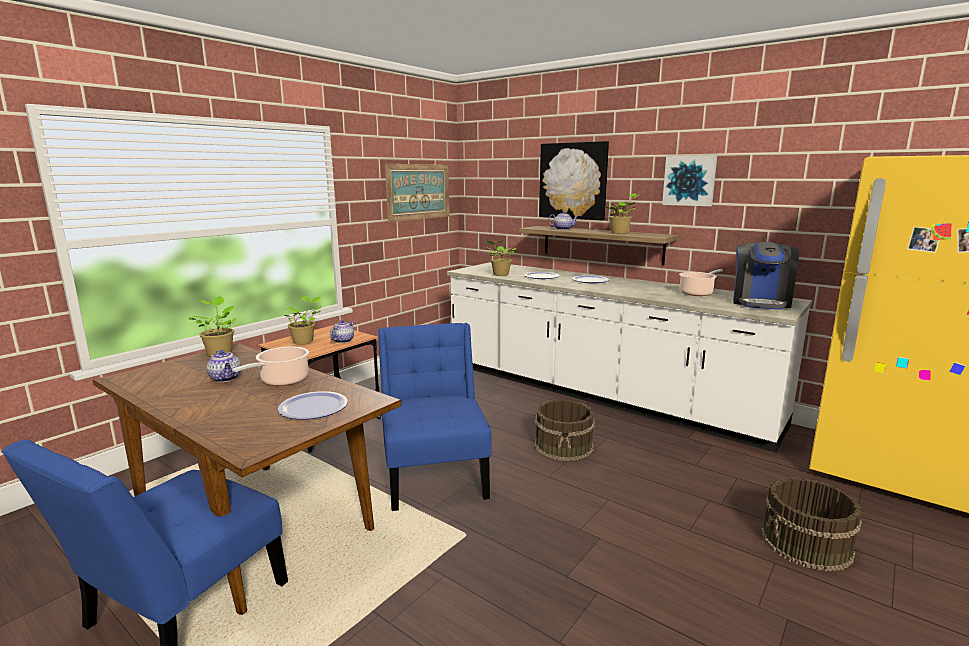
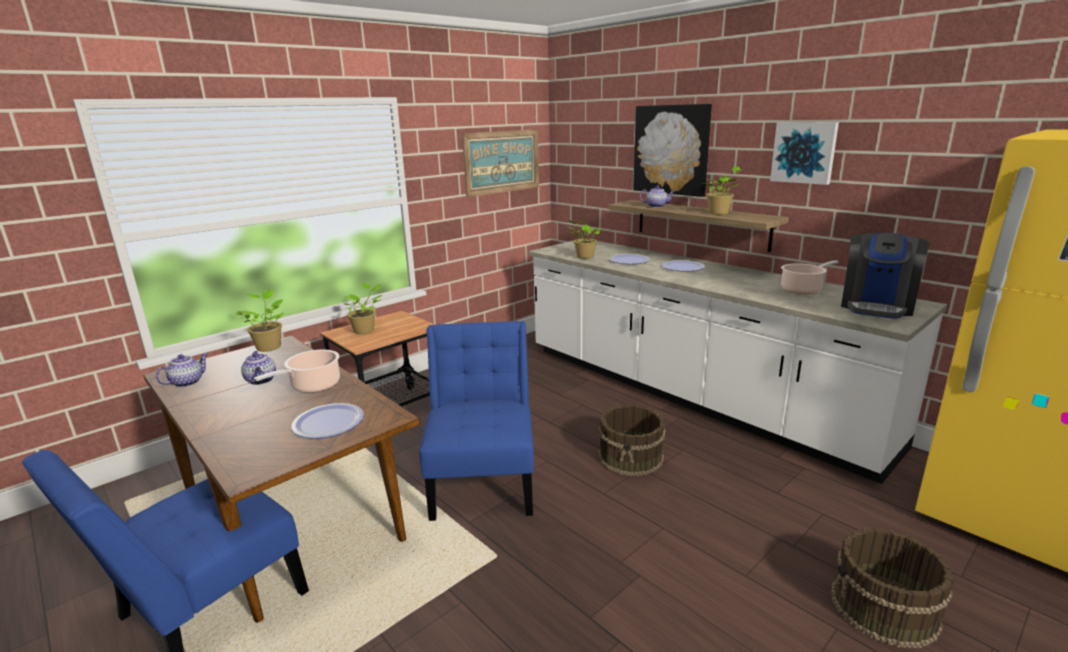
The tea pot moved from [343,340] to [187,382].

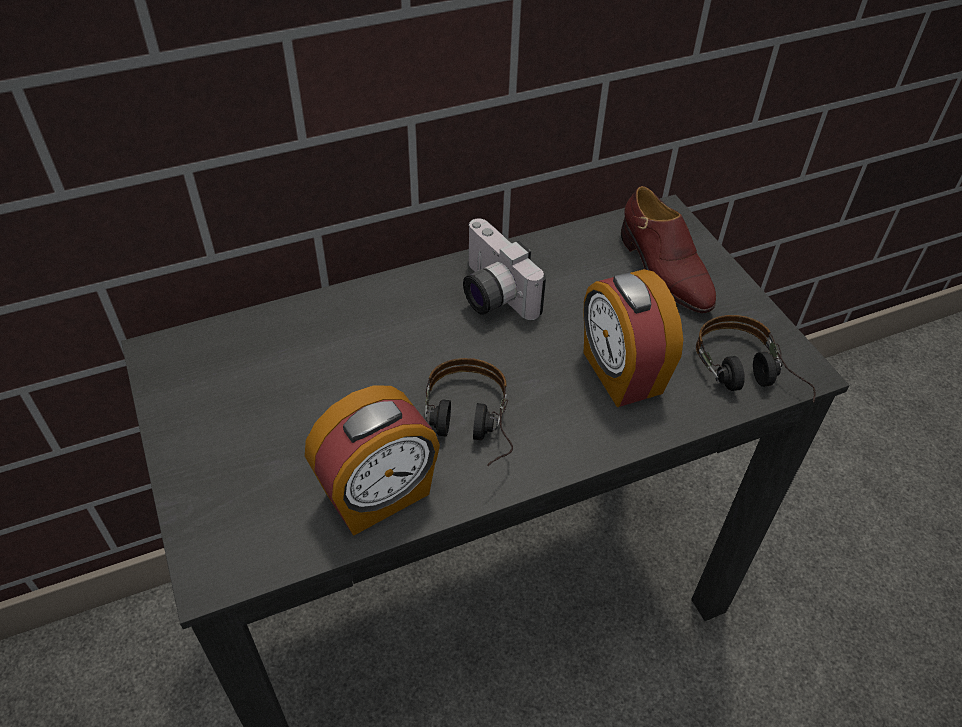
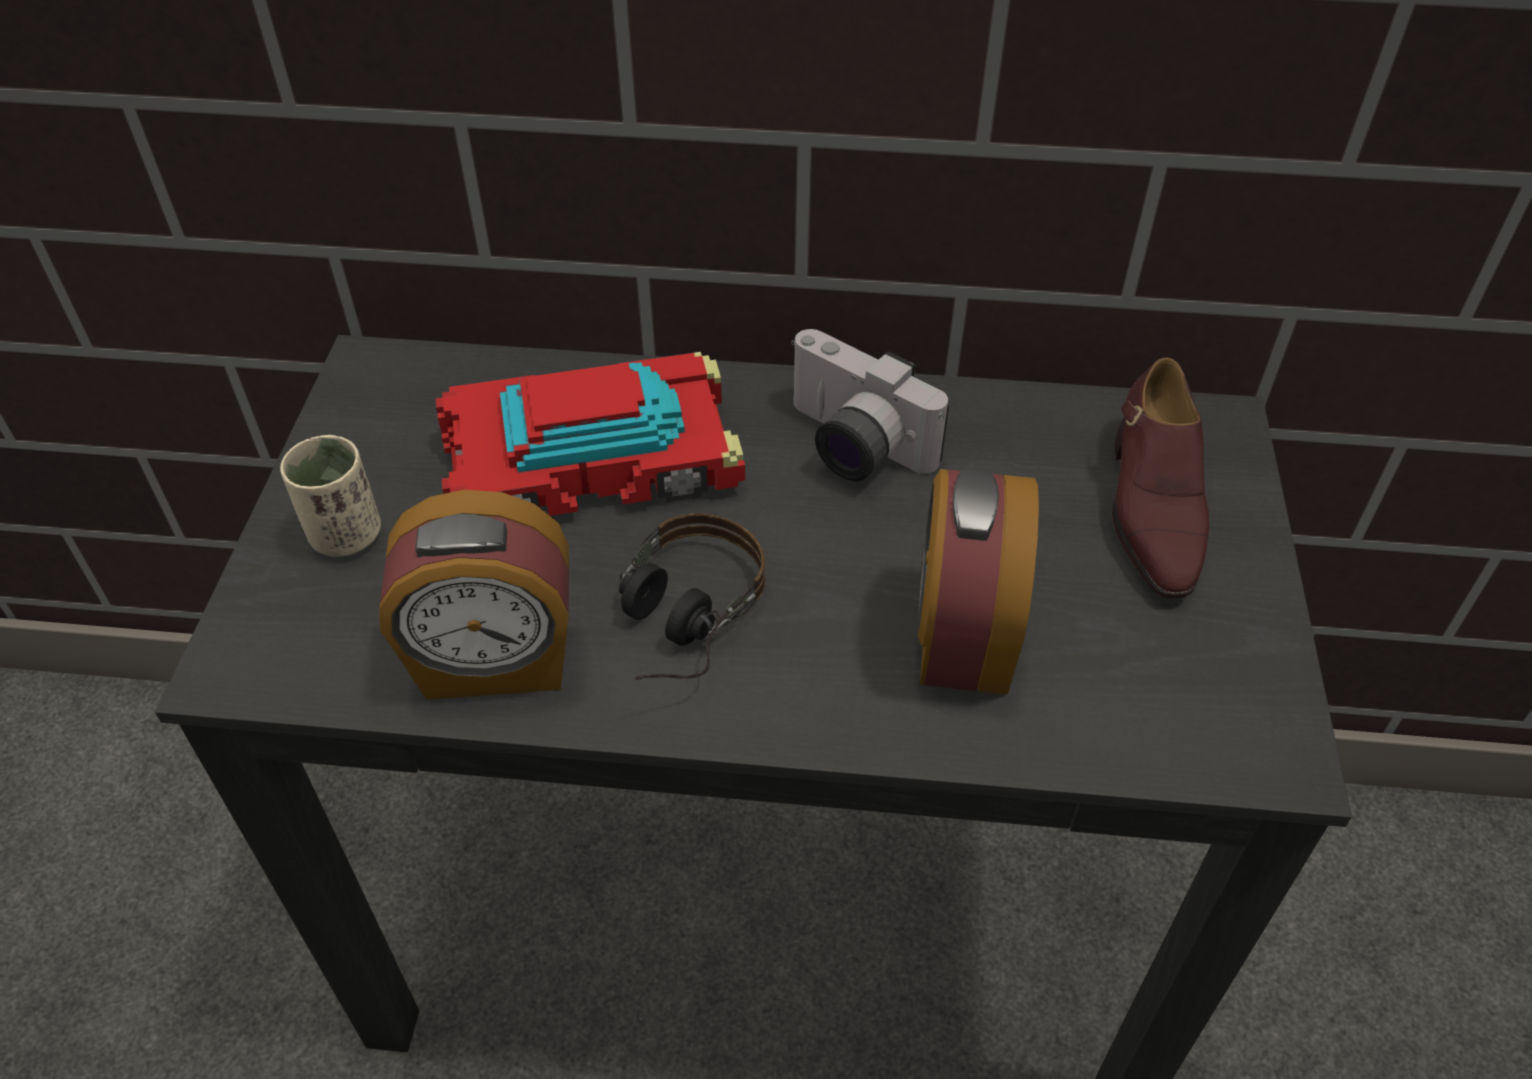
The still camera at [490,294] turned 45 degrees counterclockwise.
The pair of headphones at [749,379] disappeared.
The model car at [591,460] appeared.
The beige small cup at [345,535] appeared.

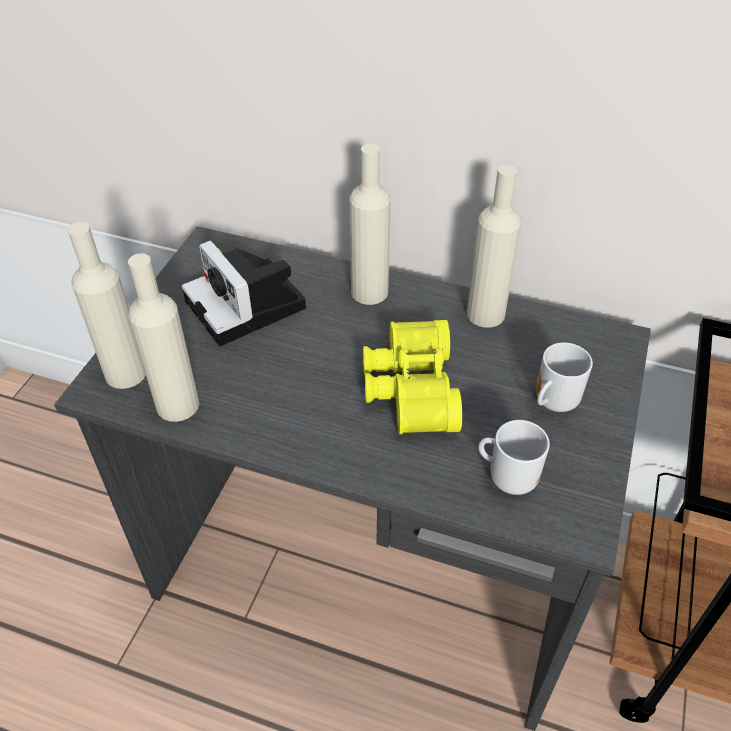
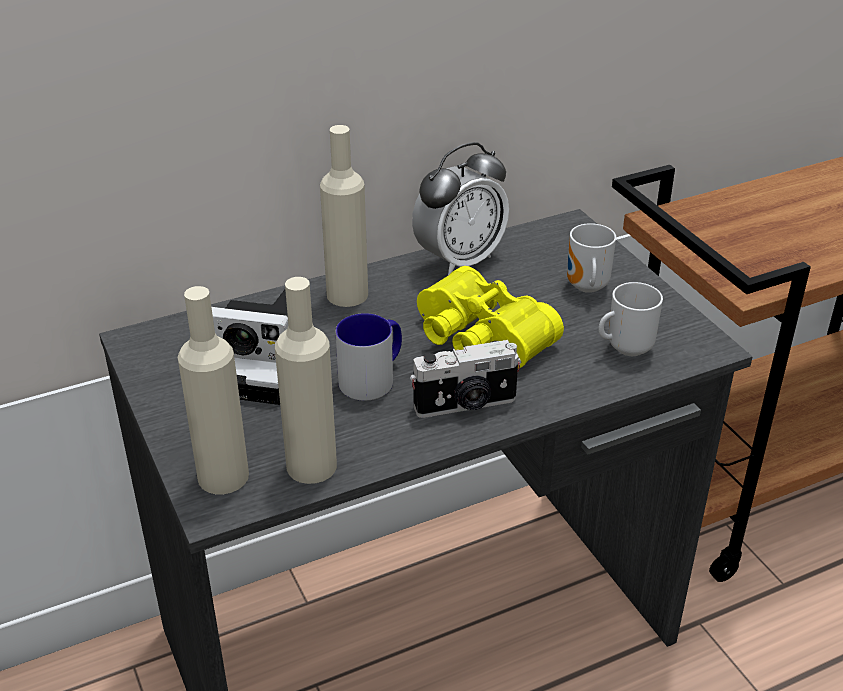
The beige bottle at [485,314] was replaced by the table clock at [459,260].
The mug at [373,378] appeared.
The still camera at [466,405] appeared.

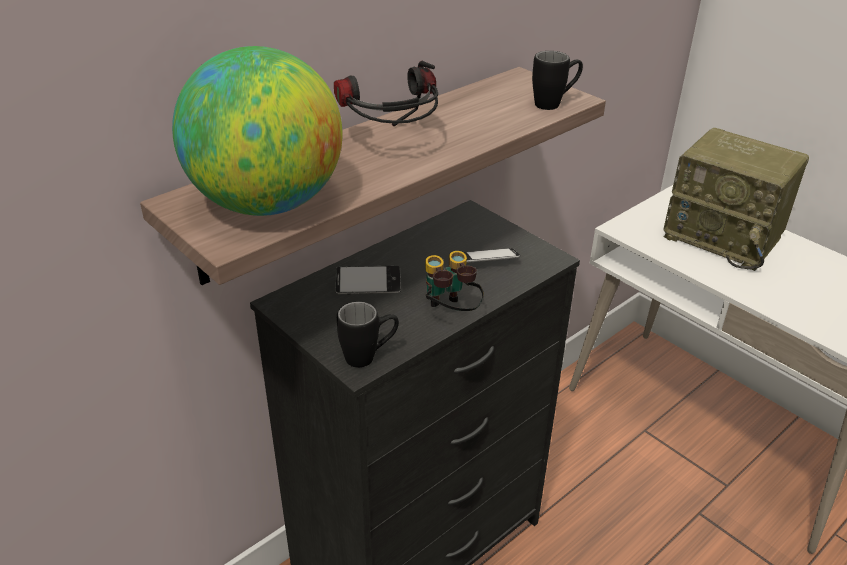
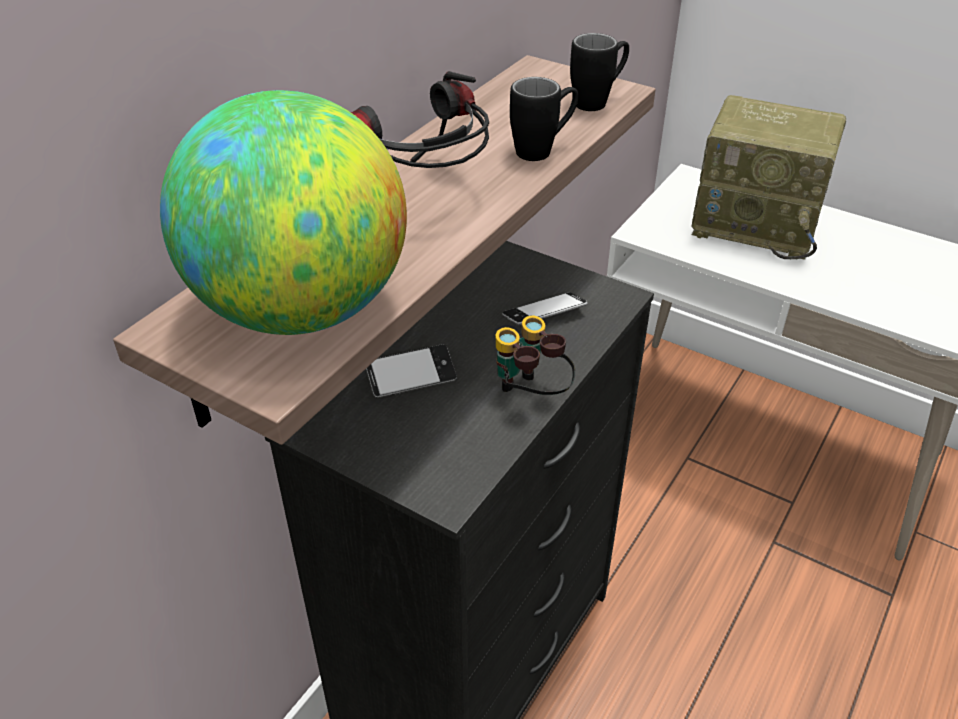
The black mug moved from [369,357] to [543,150].

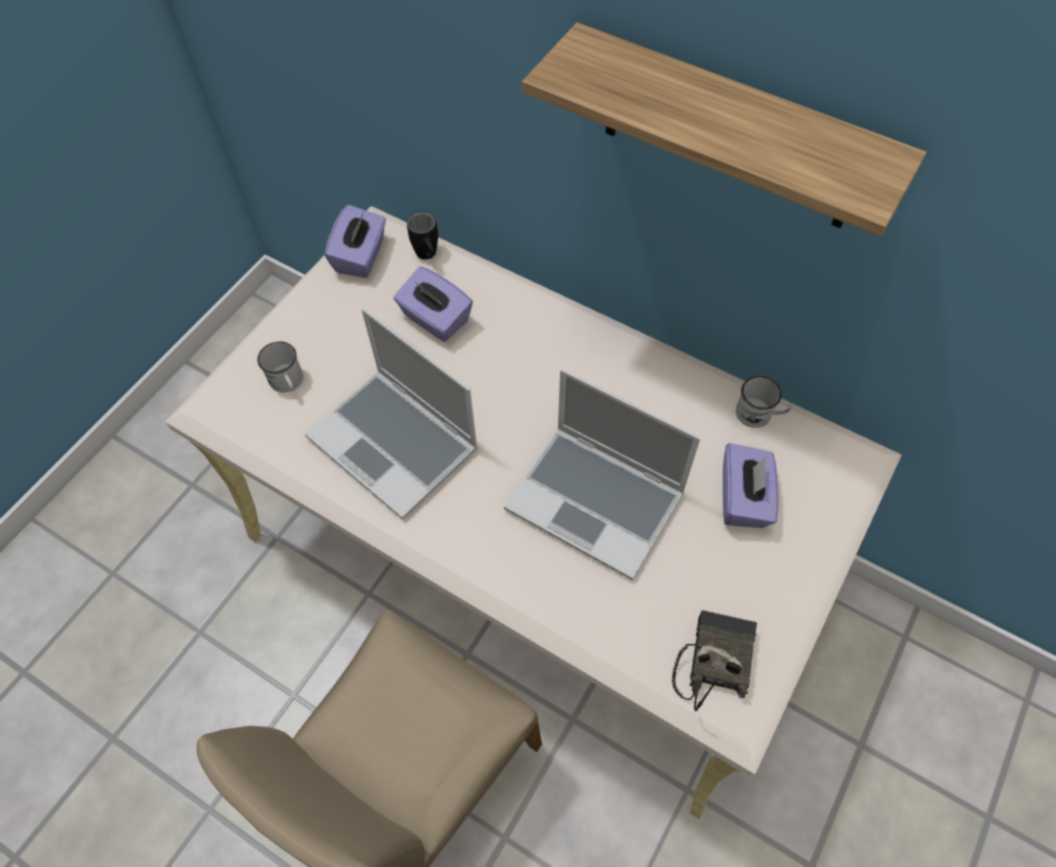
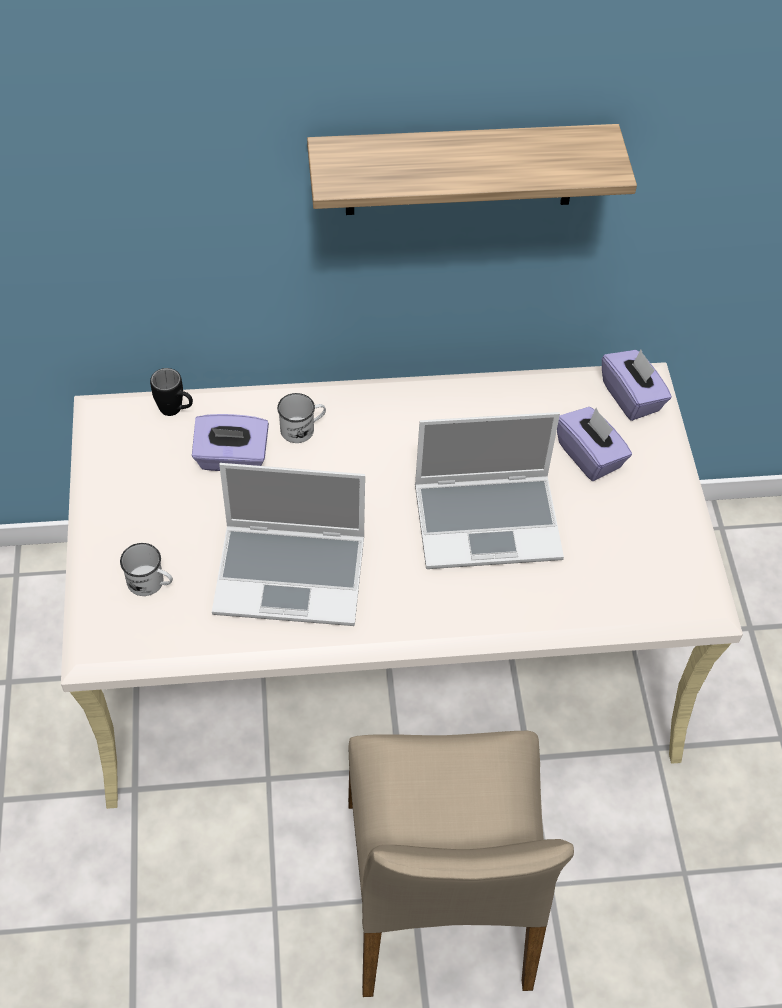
The purple tissue box moved from [361,256] to [631,397].
The white mug moved from [759,414] to [302,429].
The radio set at [712,659] disappeared.

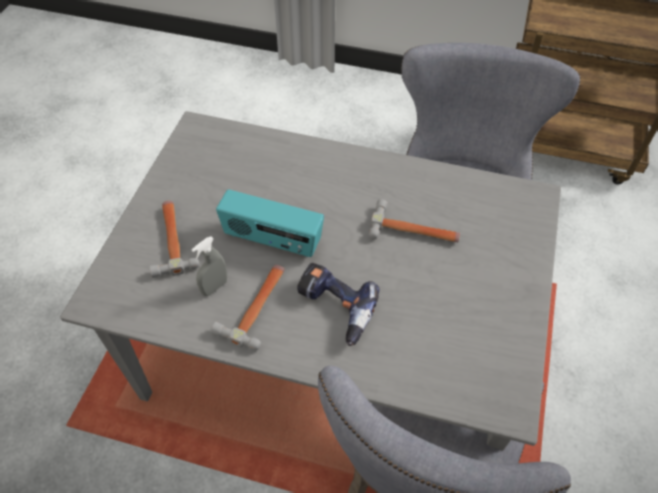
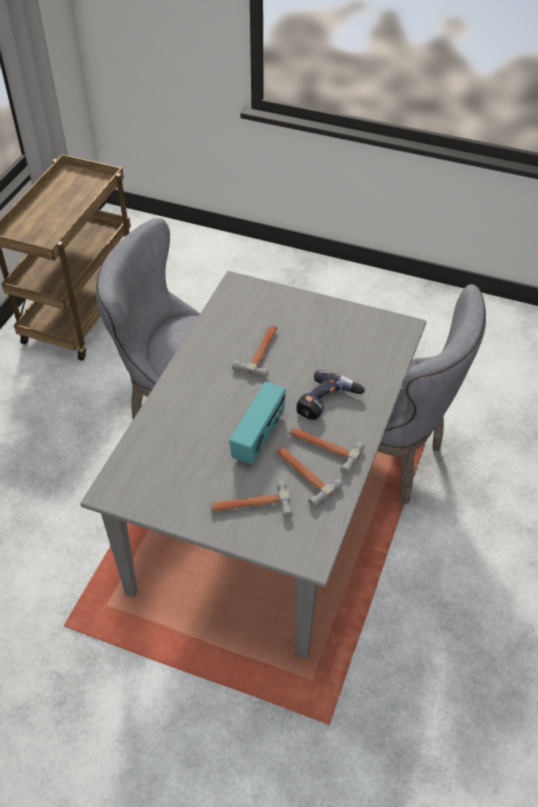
The greyish hand sprayer at [214,287] was replaced by the hand hammer at [303,475].

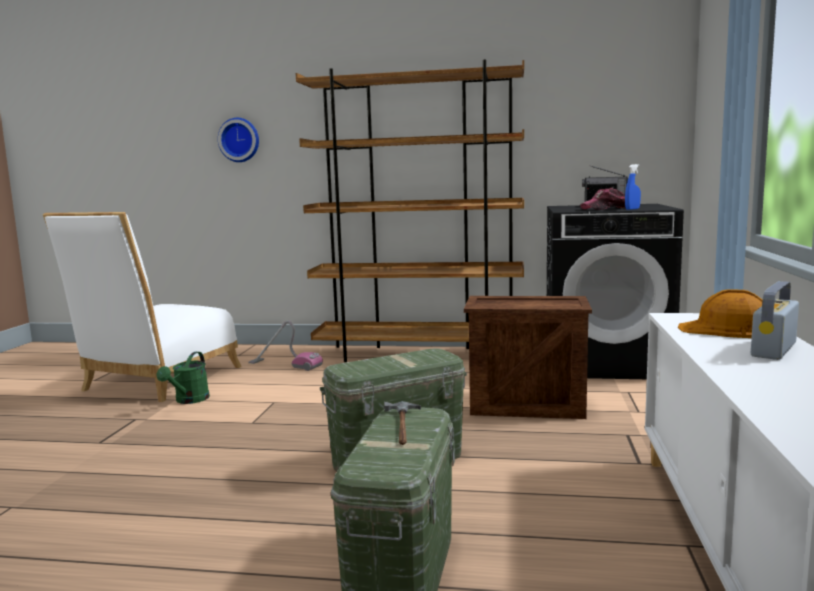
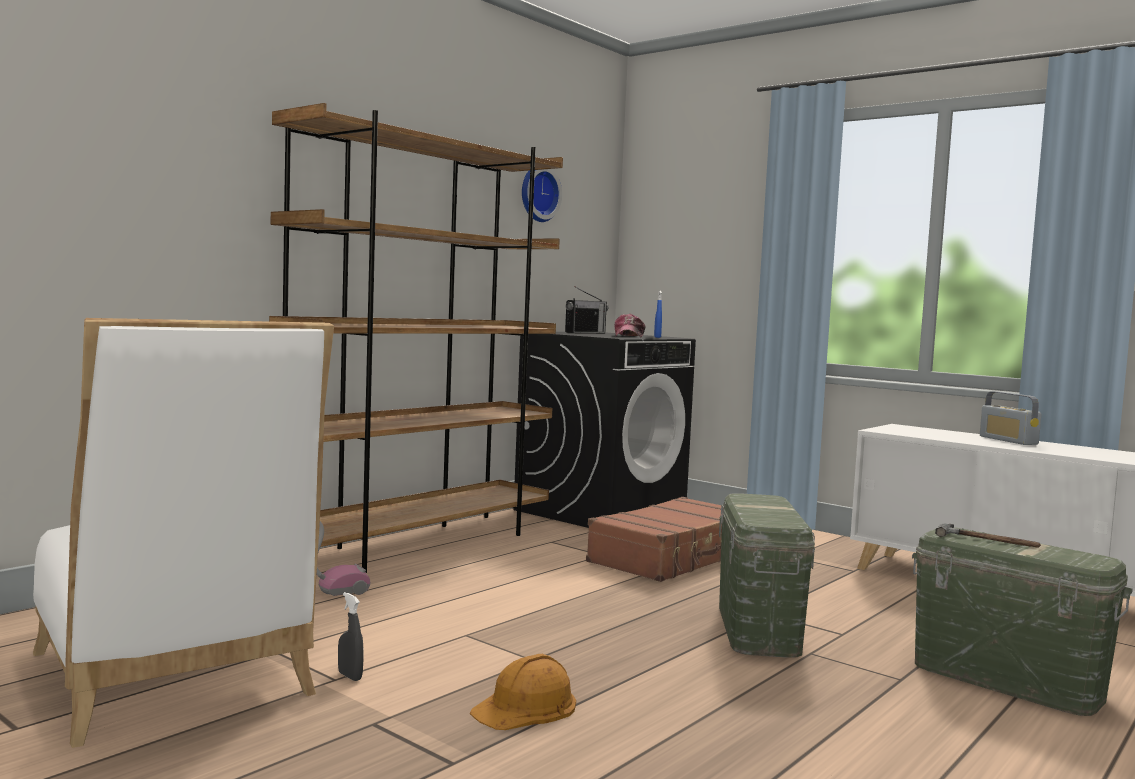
The wall clock moved from [239,140] to [537,193].
The orangey safety helmet moved from [727,329] to [526,707].
The crate at [528,404] was replaced by the brownish suitcase at [672,557].
The green-coloured watering can at [189,400] was replaced by the greyish hand sprayer at [350,676].

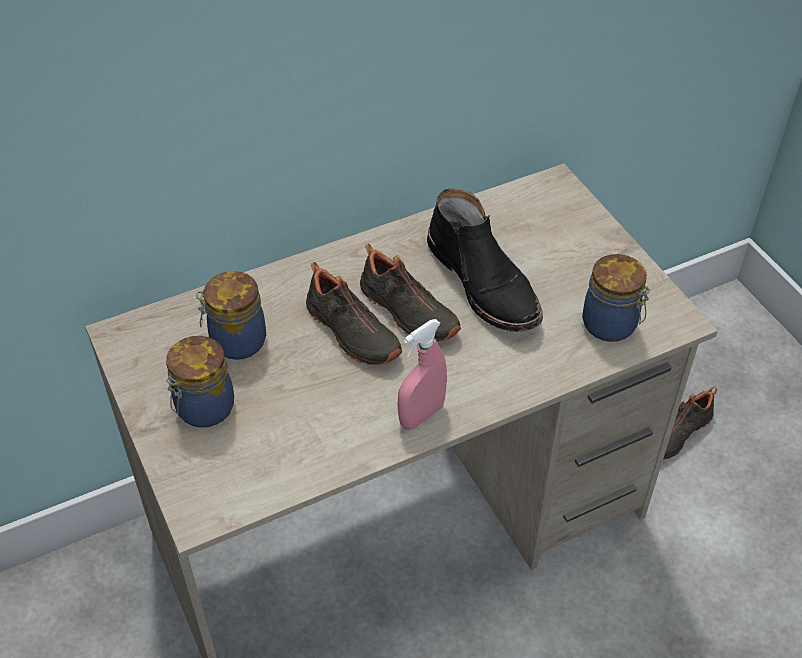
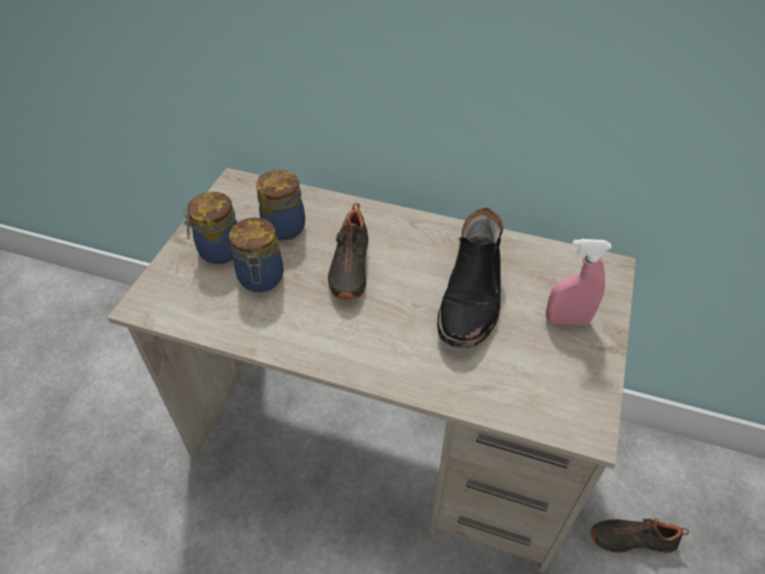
The black item of footwear at [406,313] disappeared.
The jar moved from [611,325] to [261,279].
The pink-coloured hand sprayer moved from [421,415] to [567,320].

